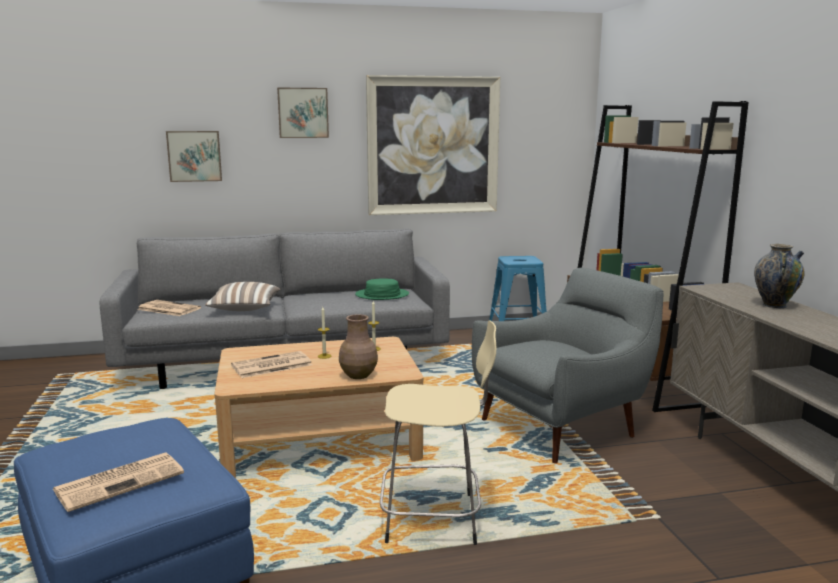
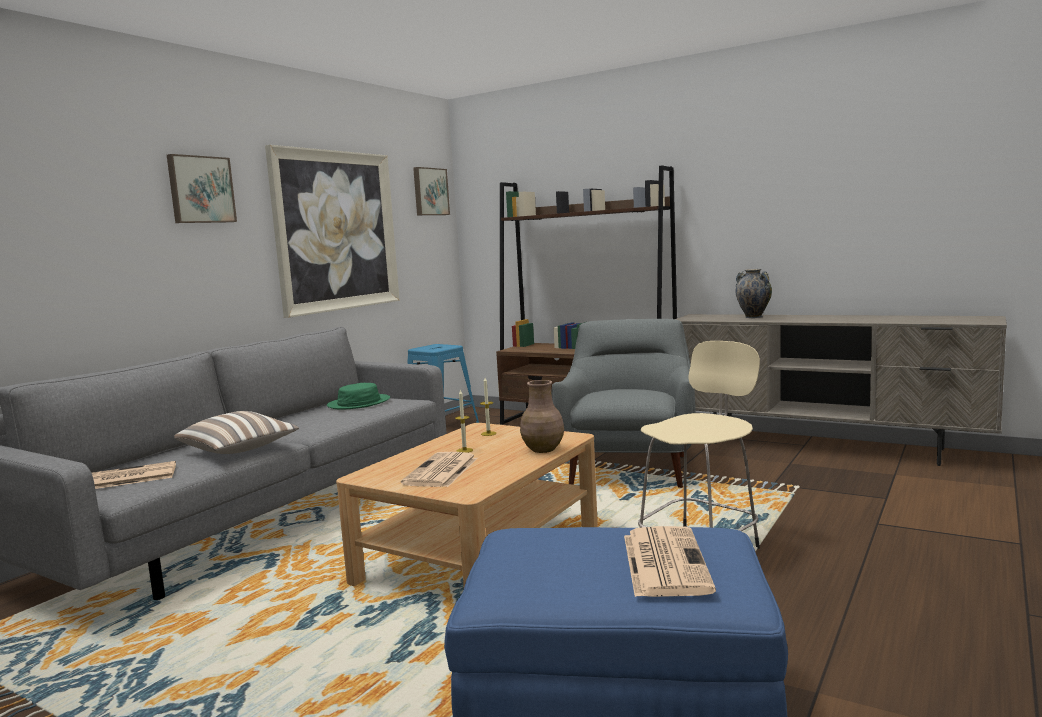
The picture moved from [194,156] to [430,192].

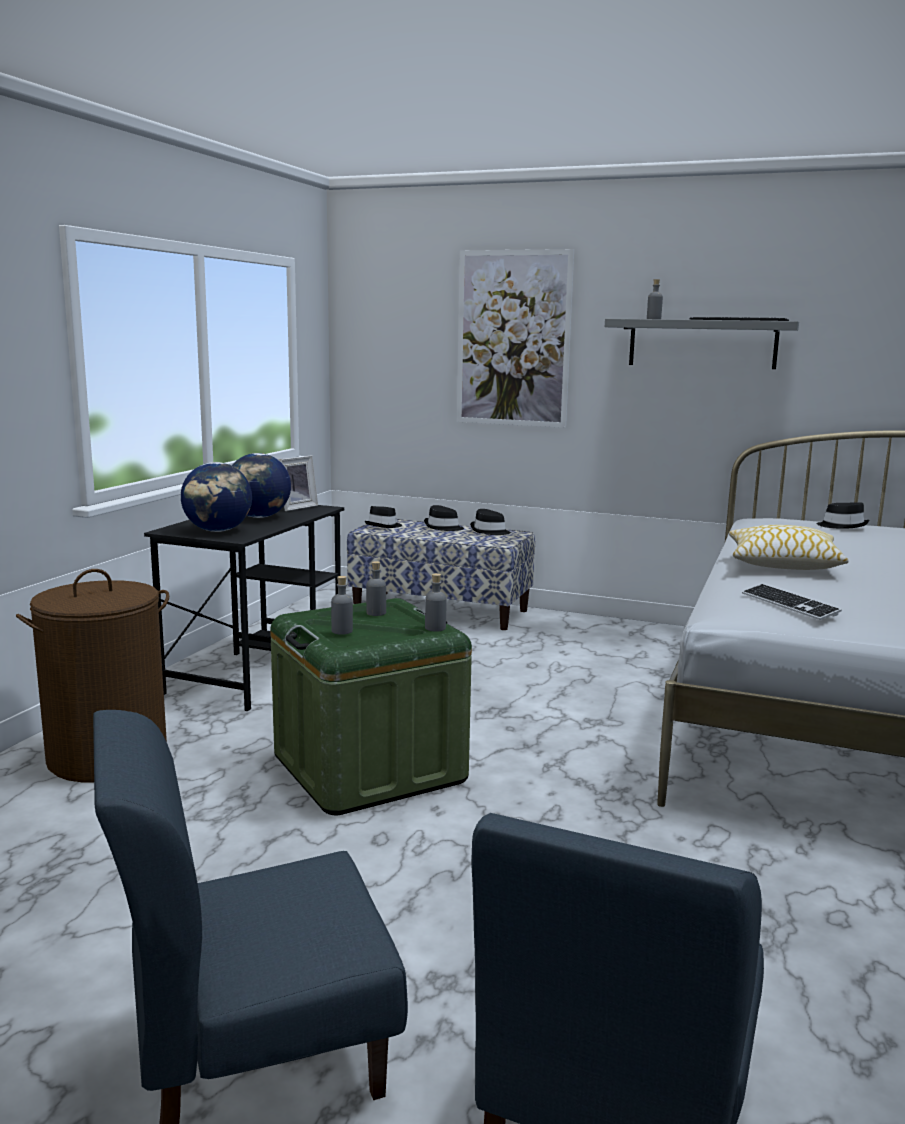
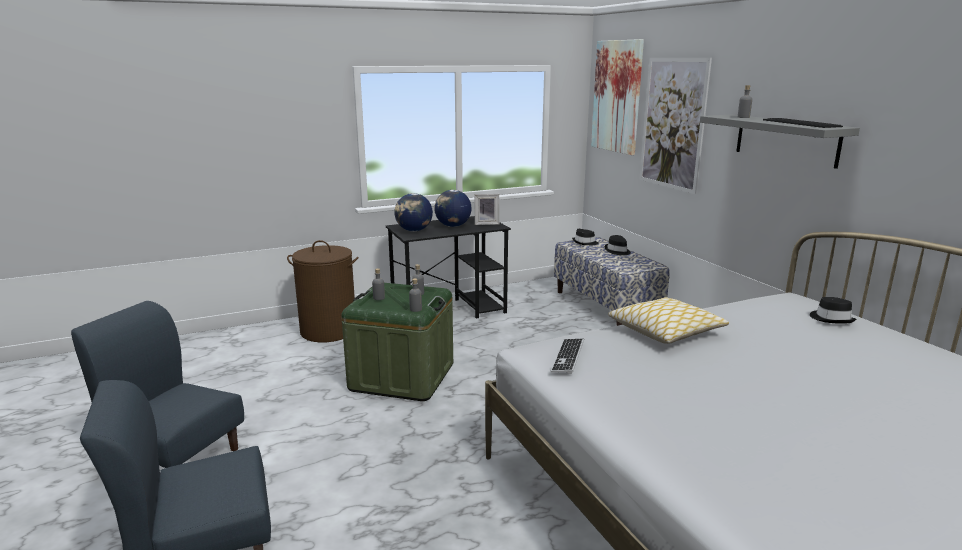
The black clothing hat at [489,531] disappeared.
The picture at [617,96] appeared.

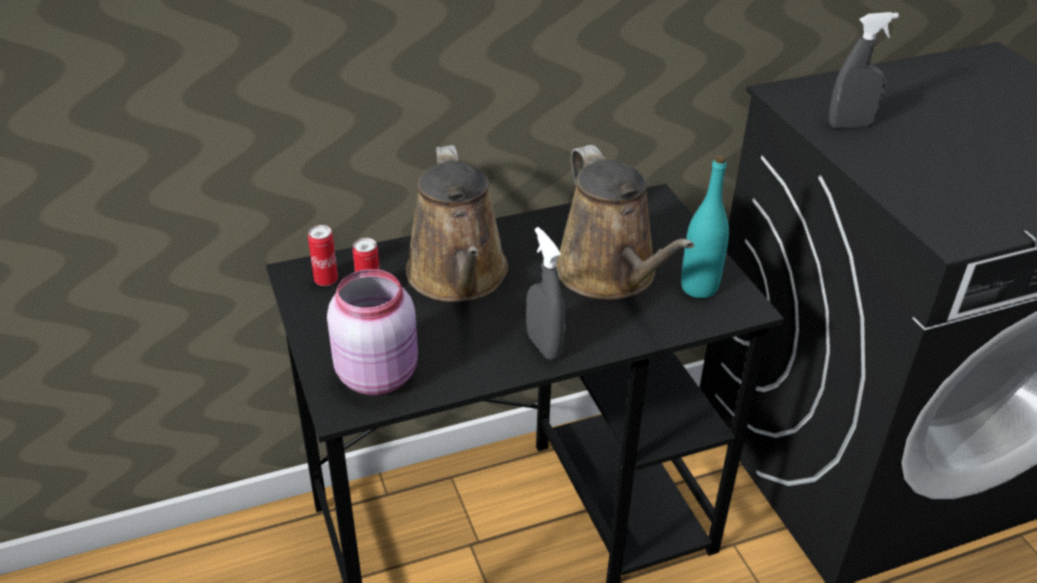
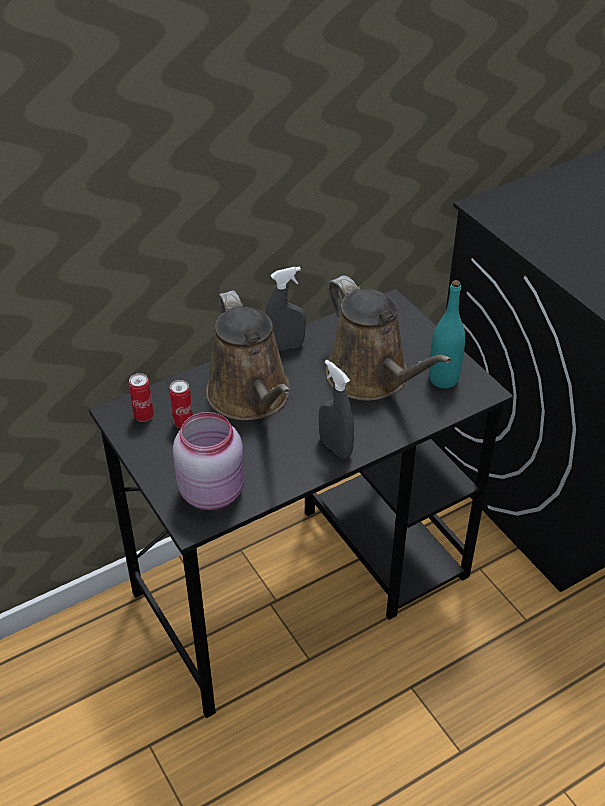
The greyish hand sprayer moved from [850,125] to [285,347].

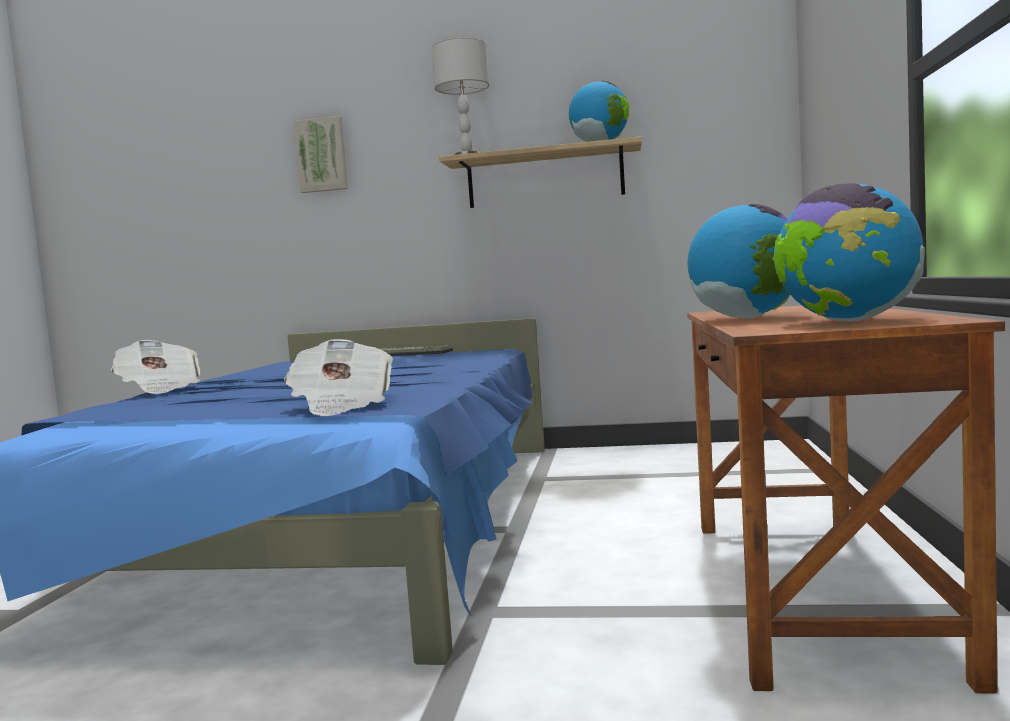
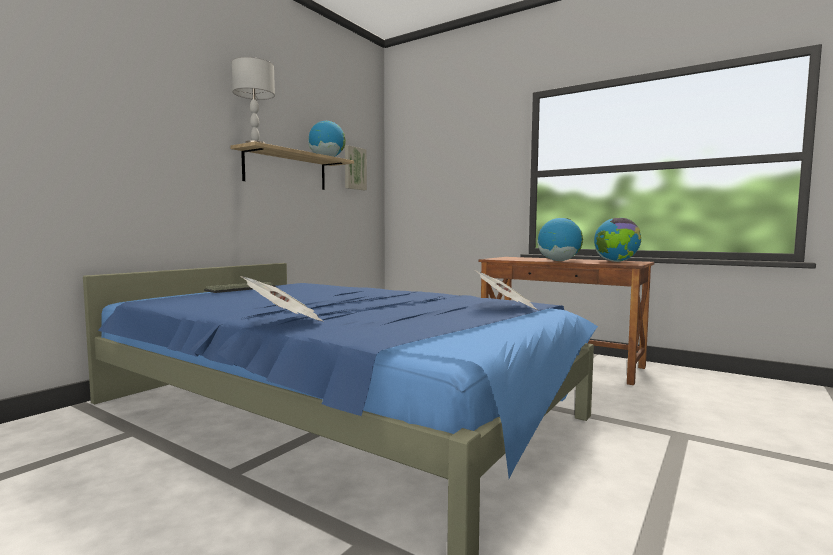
The picture moved from [322,155] to [354,168].

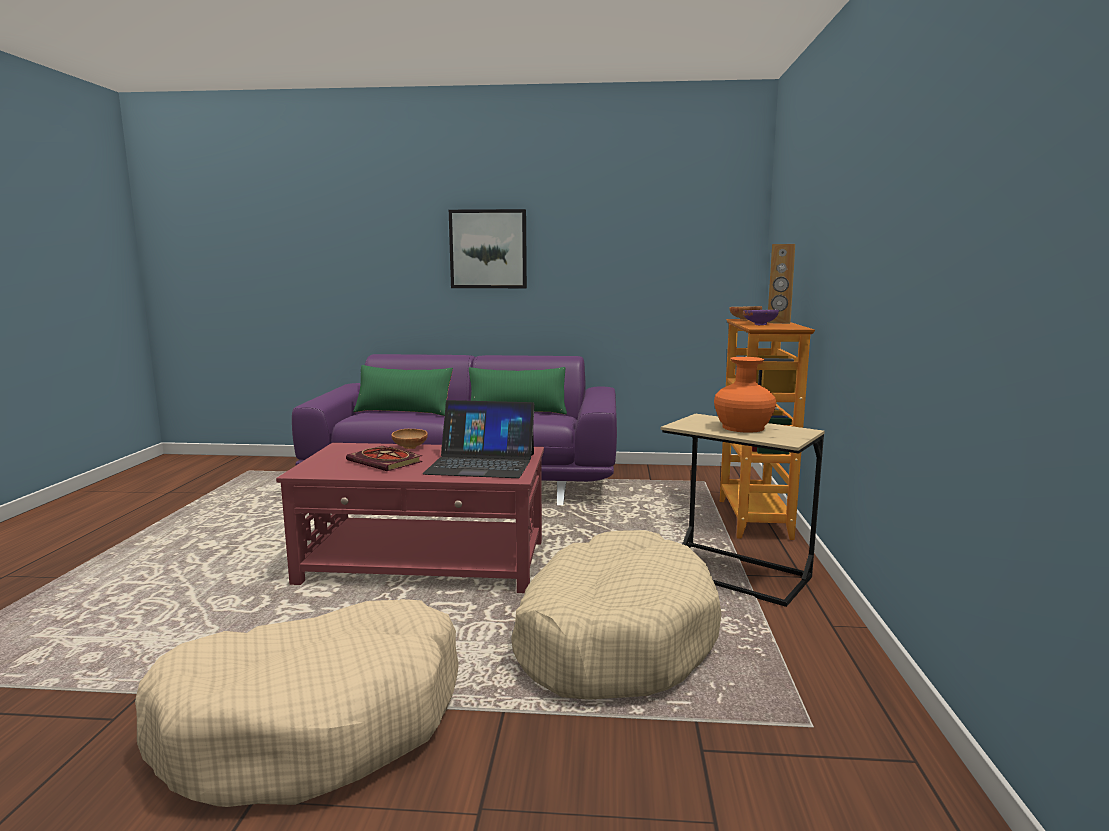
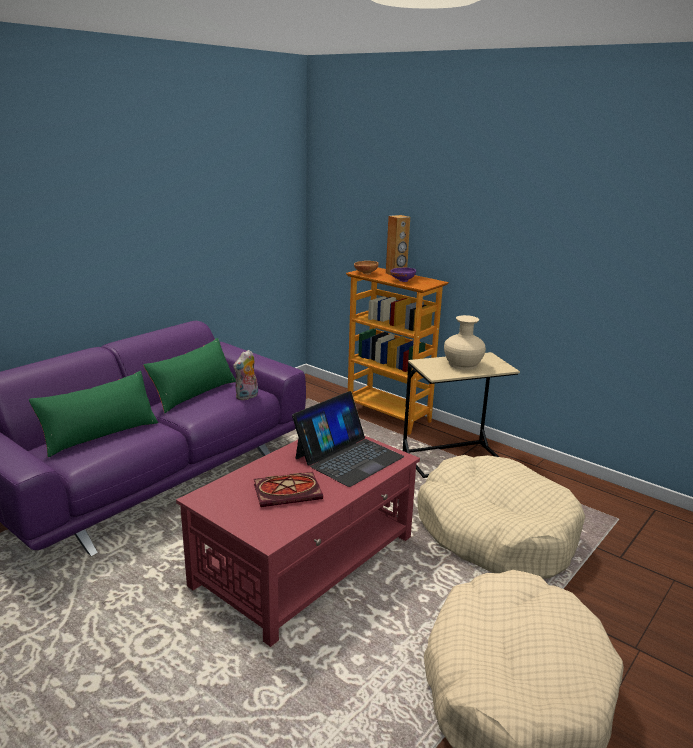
The picture at [488,249] disappeared.
The orangey decorative vase at [743,427] became the beige decorative vase at [462,364].
The brownish deep dish at [410,448] disappeared.
The plush toy at [247,397] appeared.

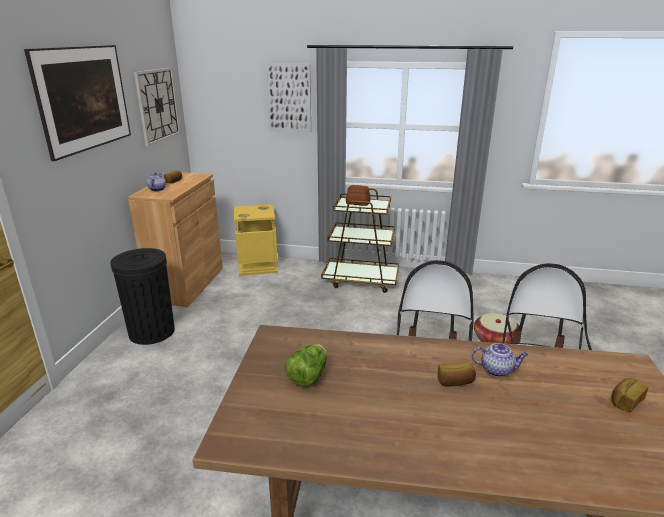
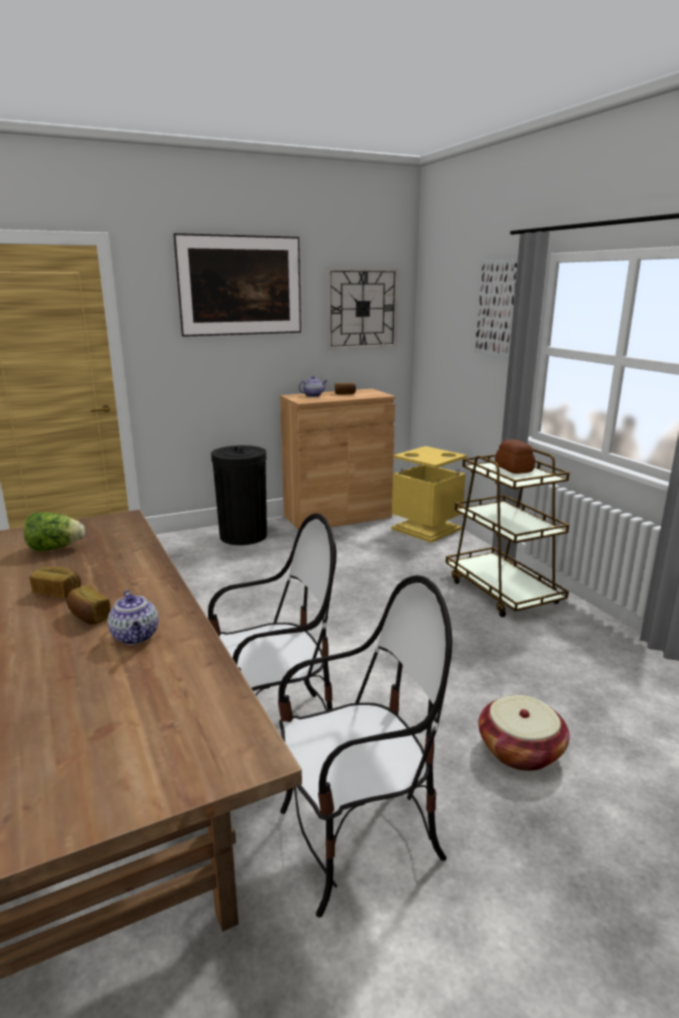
The bakery bread moved from [625,401] to [58,592].

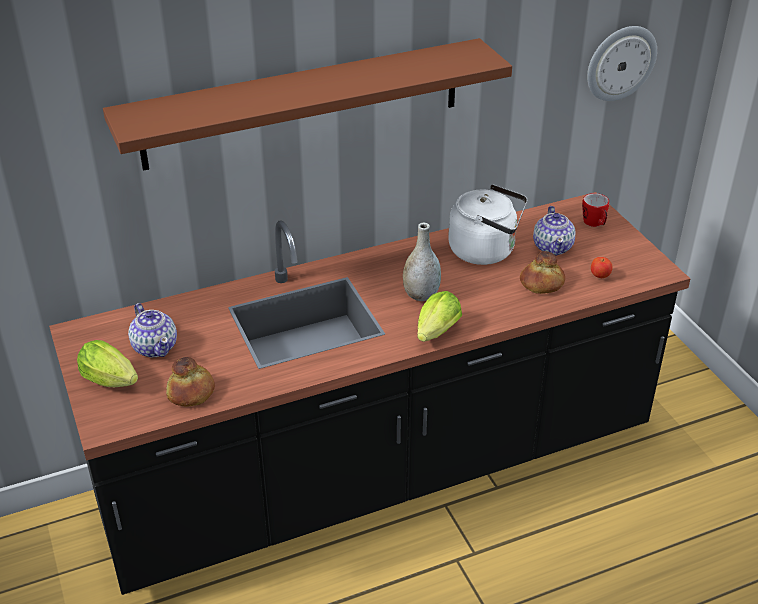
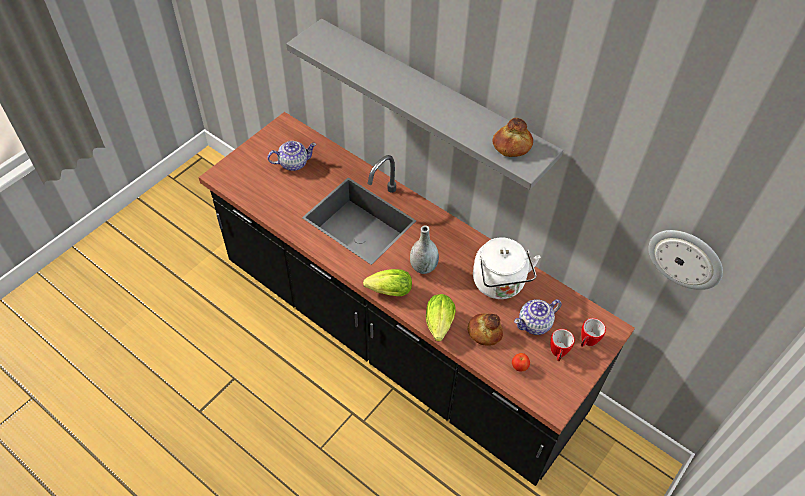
The brownish shelf at [303,104] became the greyish shelf at [432,100].
The tea pot at [155,347] turned 135 degrees counterclockwise.
The lettuce moved from [113,382] to [439,326].
The bakery bread moved from [191,392] to [512,146].
The mug at [558,353] appeared.

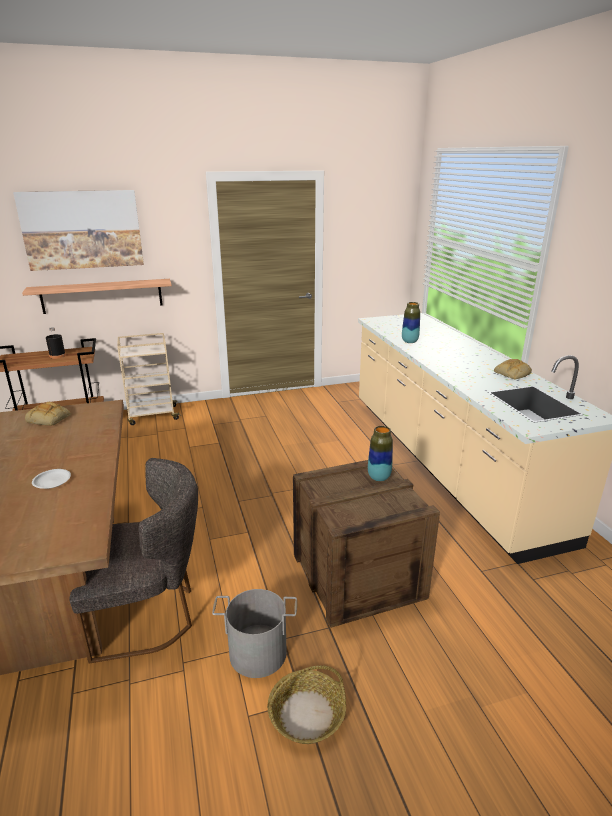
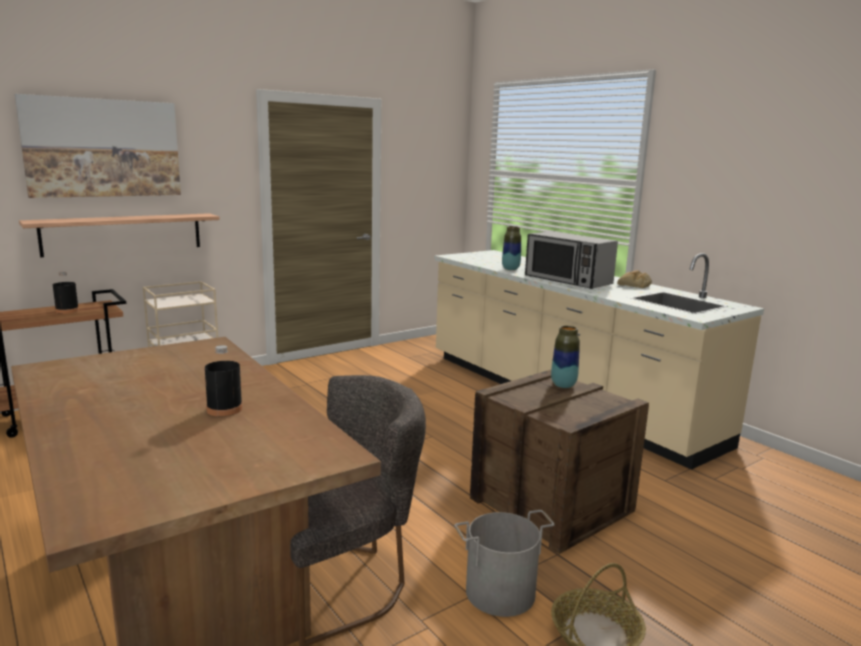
The bakery bread at [50,418] disappeared.
The white plate at [52,481] was replaced by the black bottle at [224,409].
The microwave oven at [567,280] appeared.

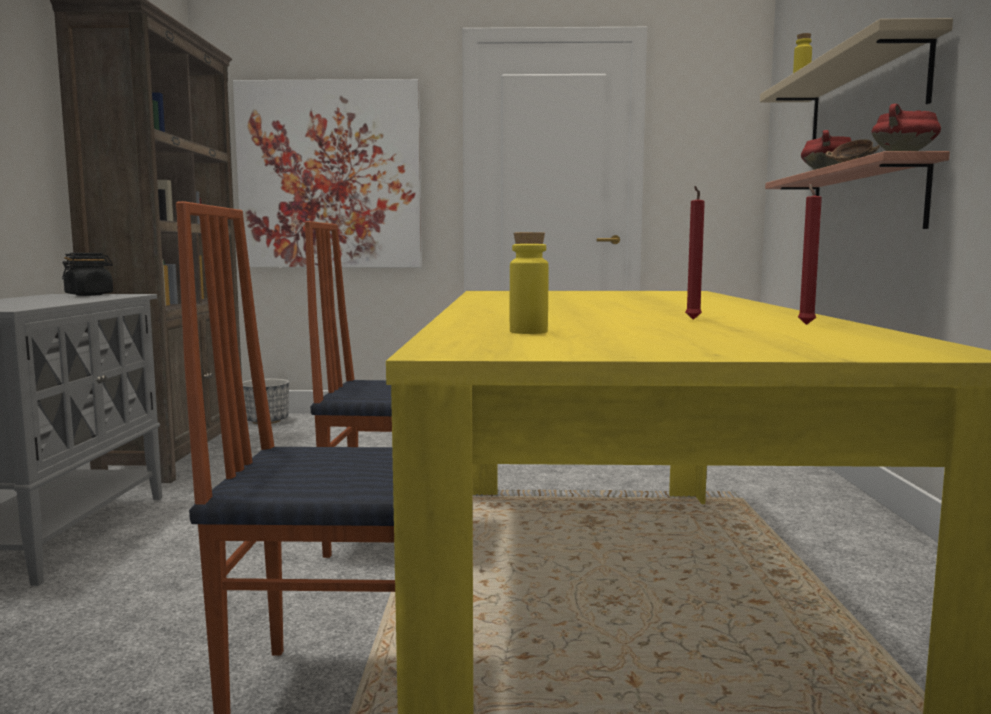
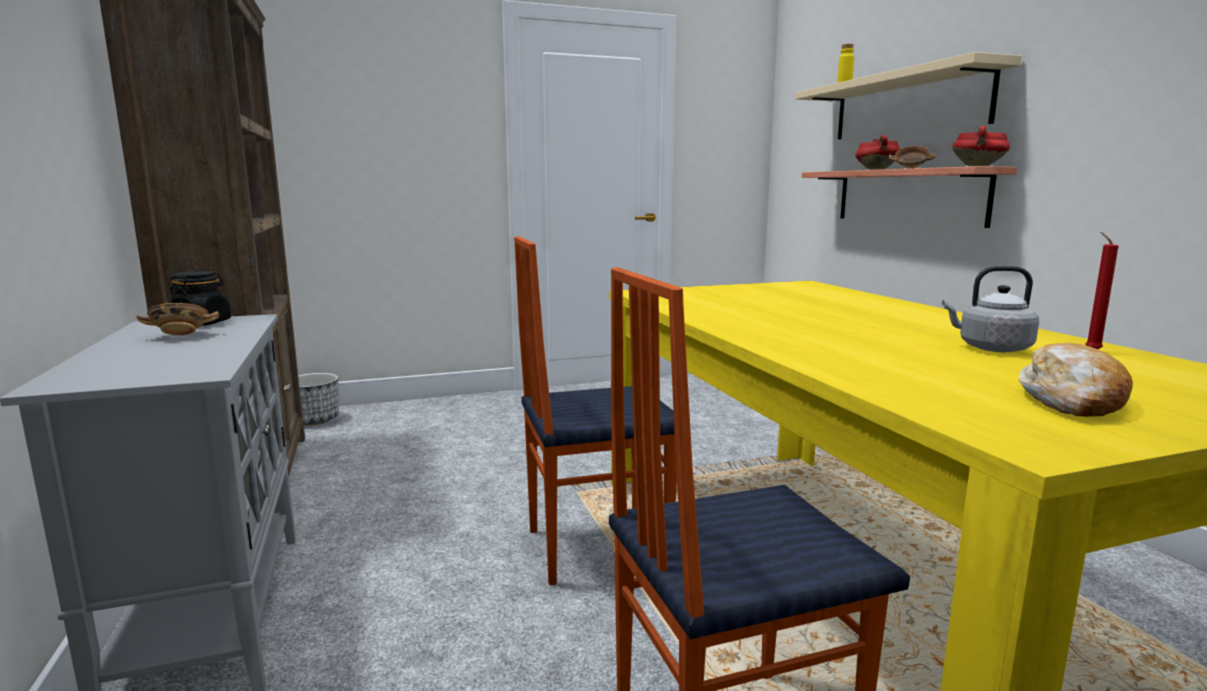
The picture at [330,175] disappeared.
The red wax candle at [692,319] was replaced by the greyish water kettle at [990,348].
The yellowish bottle at [528,332] disappeared.
The deep dish at [181,335] appeared.
The bakery bread at [1072,400] appeared.

